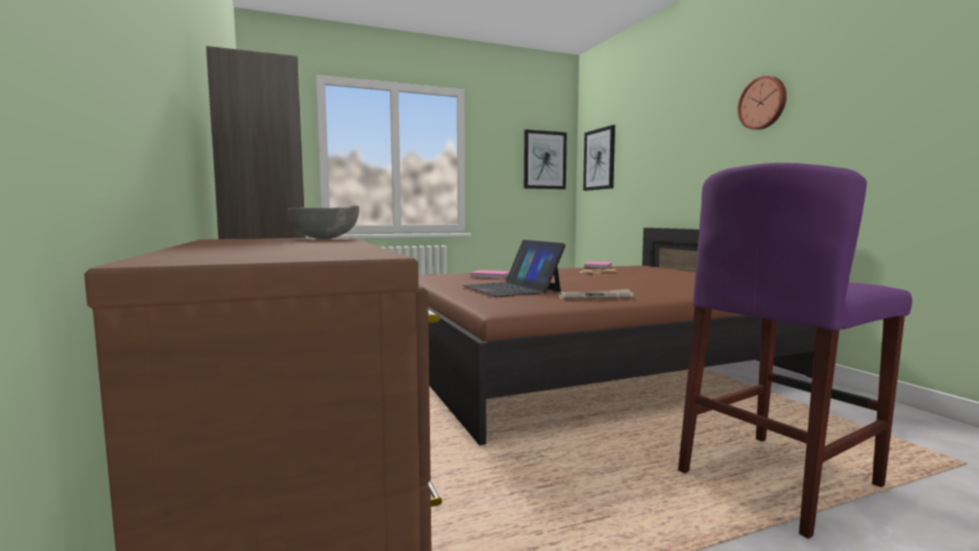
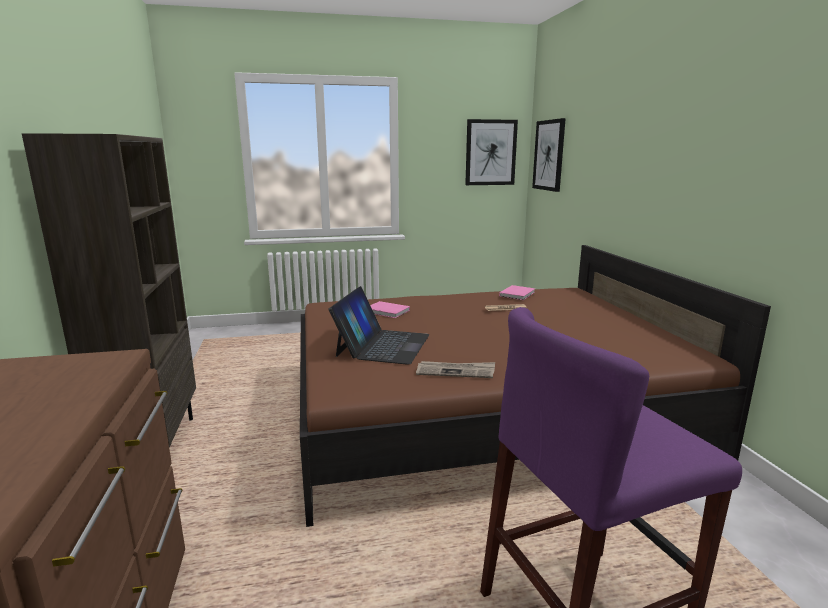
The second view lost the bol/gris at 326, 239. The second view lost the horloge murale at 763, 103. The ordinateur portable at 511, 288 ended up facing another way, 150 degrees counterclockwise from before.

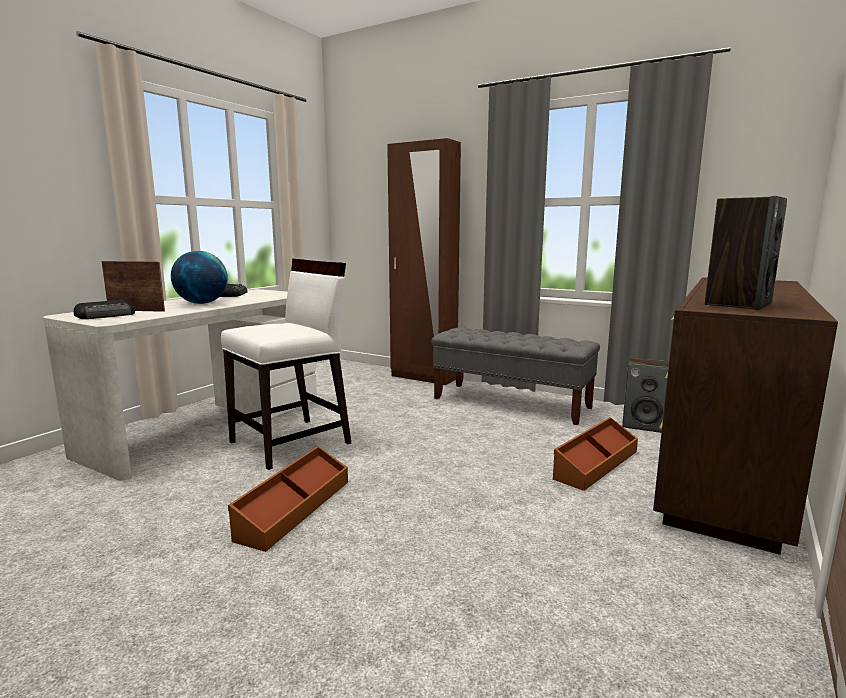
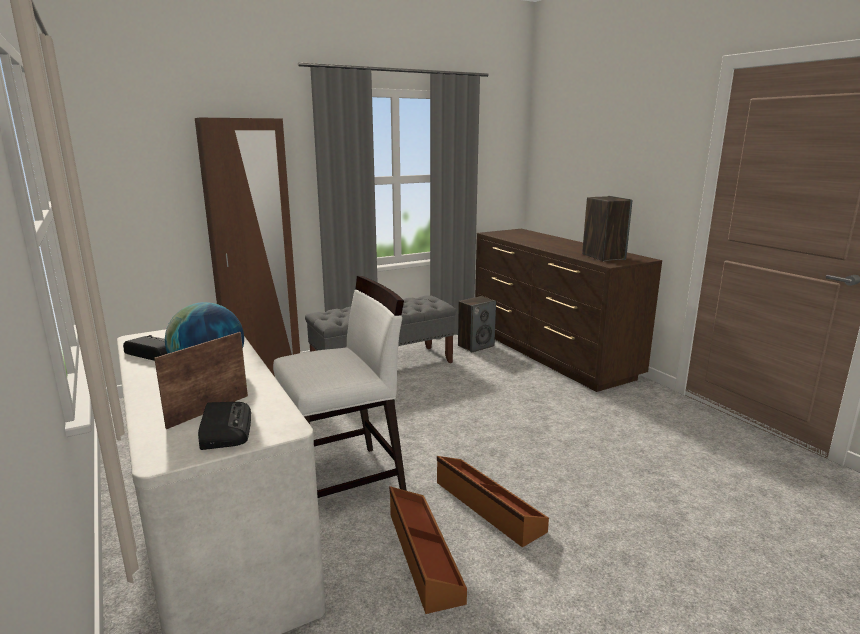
The boîte de rangement/marron ended up elsewhere, having gone from 595, 464 to 422, 555. The chaise/blanc at 292, 442 ended up facing another way, 75 degrees clockwise from before.

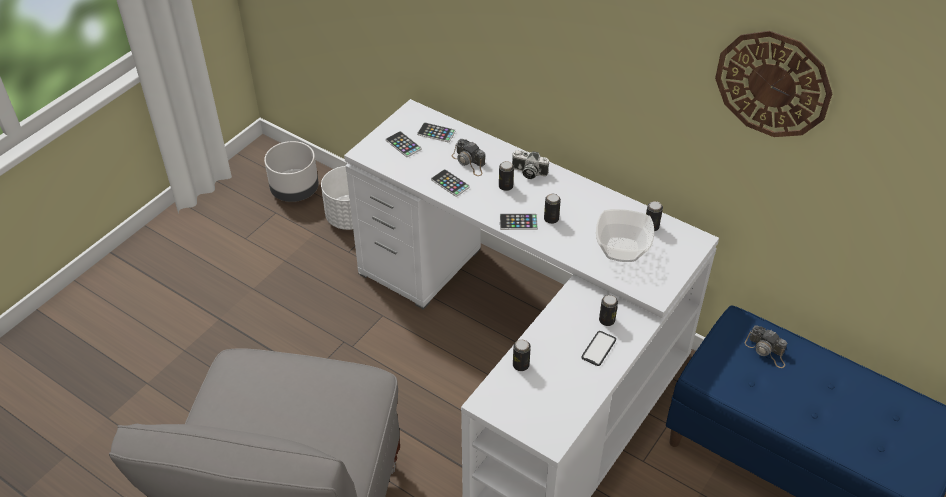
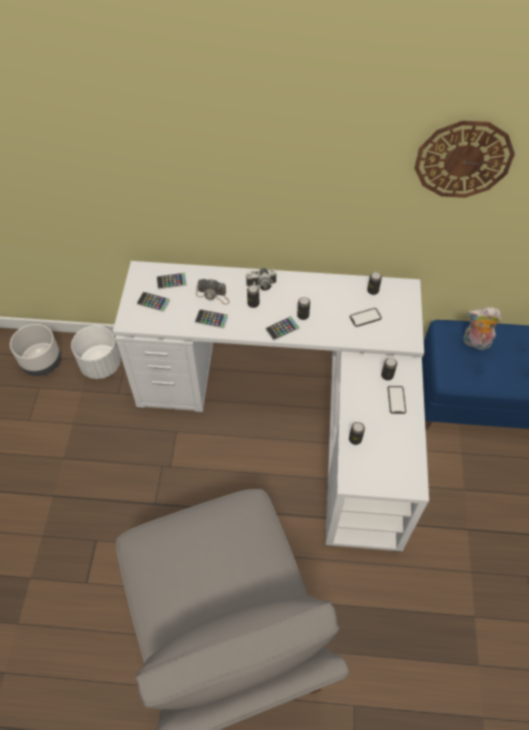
Where the bol stood at 621, 249, the téléphone came to stand at 365, 317. Where the appareil photo stood at 766, 351, the peluche came to stand at 475, 343.

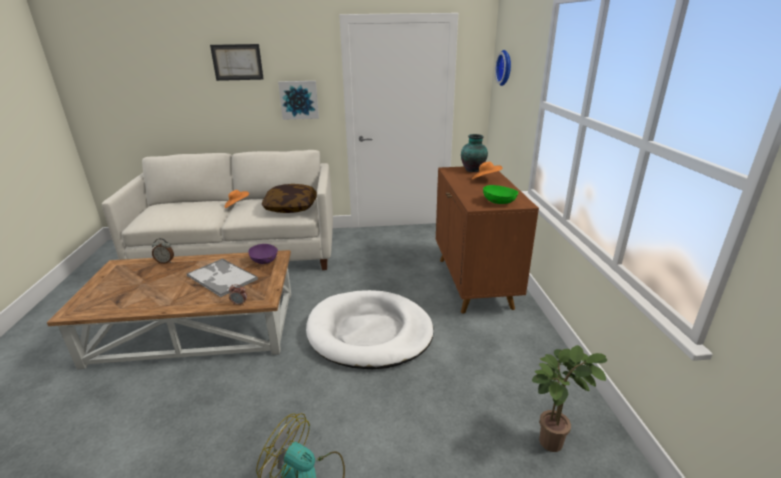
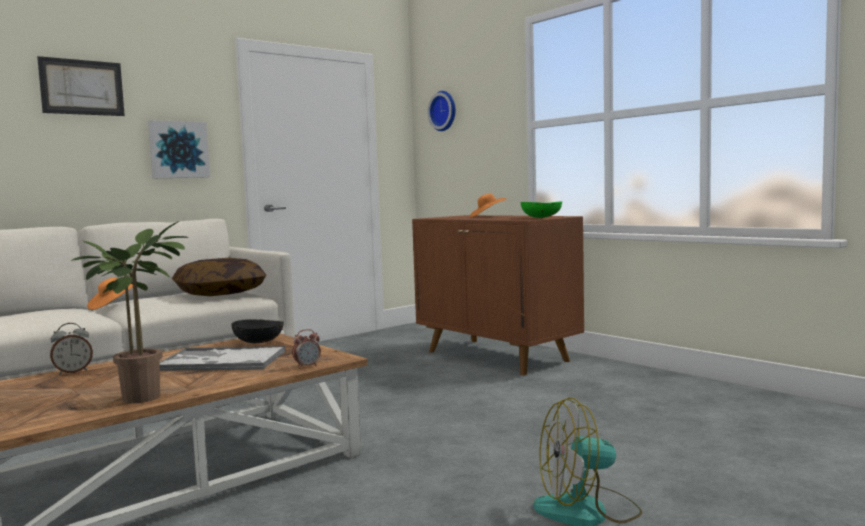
The second view lost the panier pour chien/blanc at 369, 332. The second view lost the vase at 473, 170. The plante en pot ended up elsewhere, having gone from 551, 439 to 143, 396. What was the bol/violet at 265, 261 turned into the bol/noir at 259, 342.

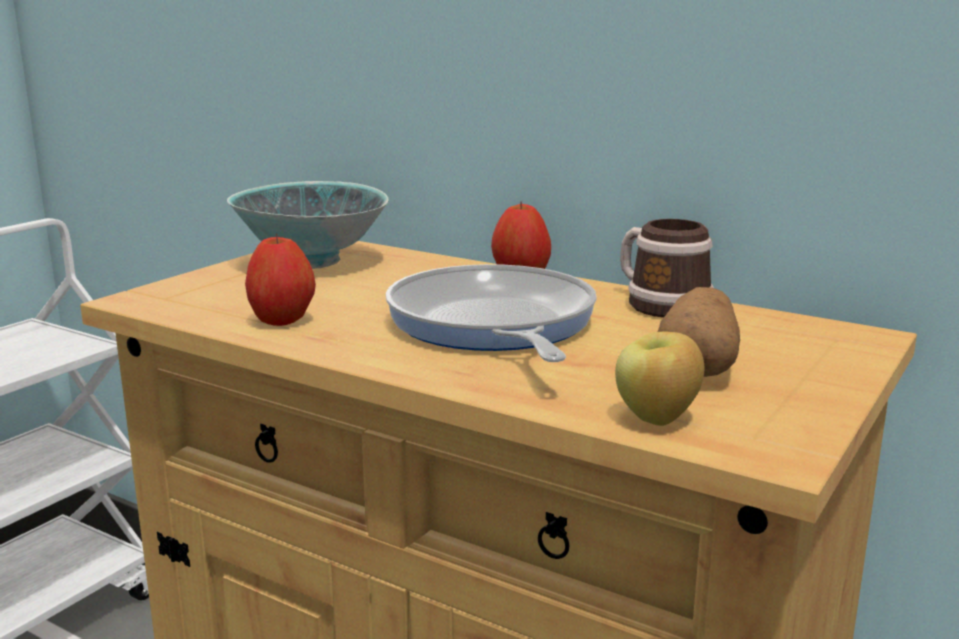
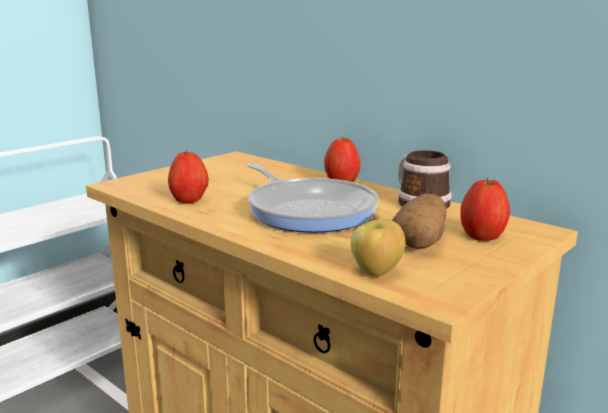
The second view lost the bol at 311, 262. The second view gained the pomme at 482, 236. The poêle at 492, 325 ended up facing another way, 150 degrees clockwise from before.

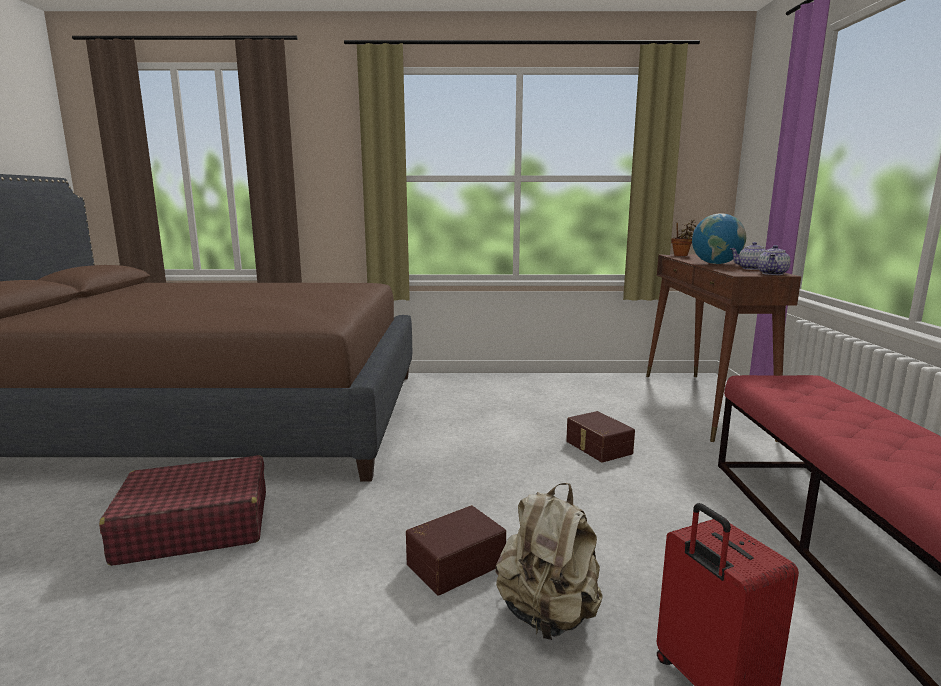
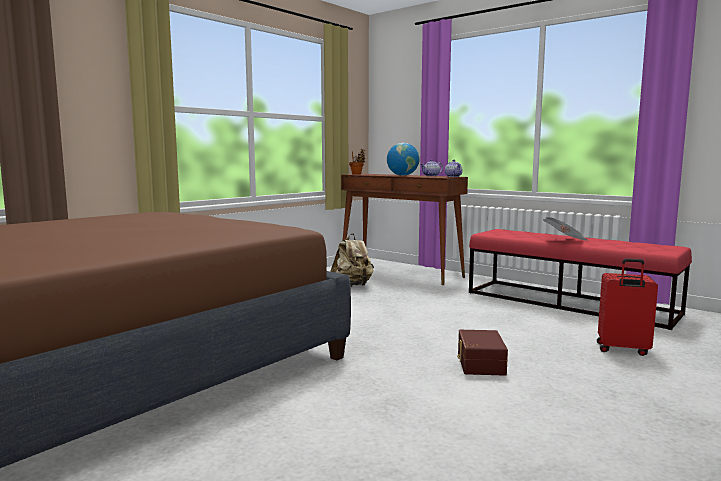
The second view lost the valise/rouge at 194, 526. The second view lost the boîte de rangement/marron at 597, 447. The second view gained the journal at 565, 241. The sac à dos/beige ended up elsewhere, having gone from 548, 615 to 352, 286.

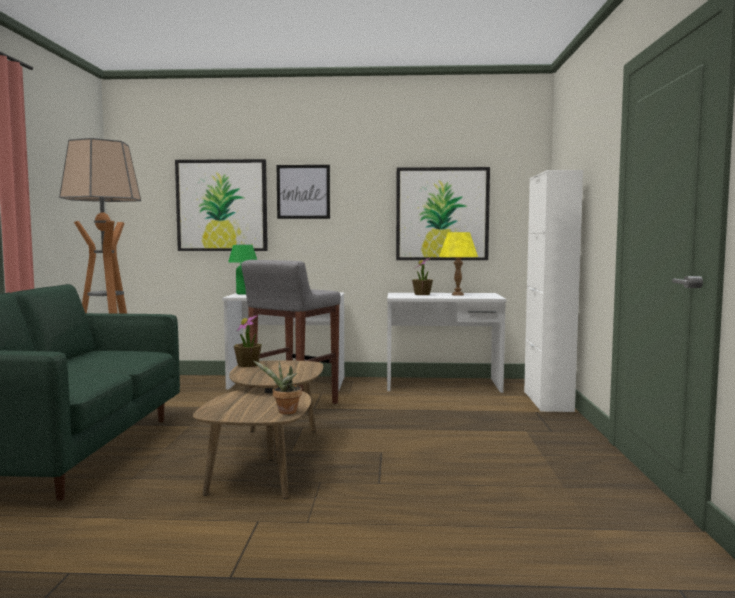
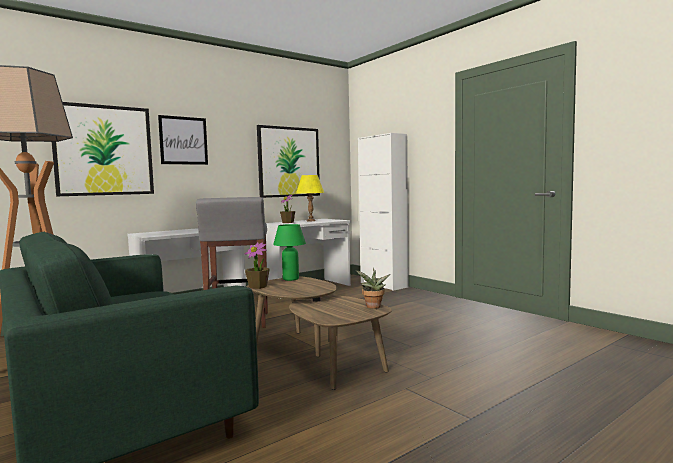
The lampe de table/vert ended up elsewhere, having gone from 243, 293 to 290, 279.

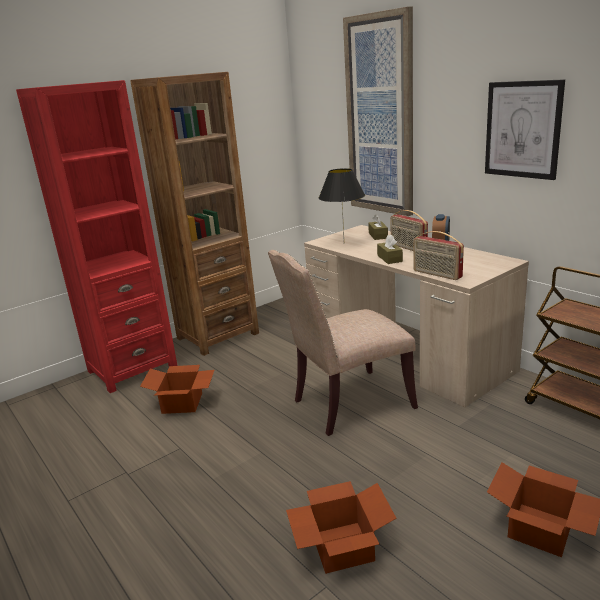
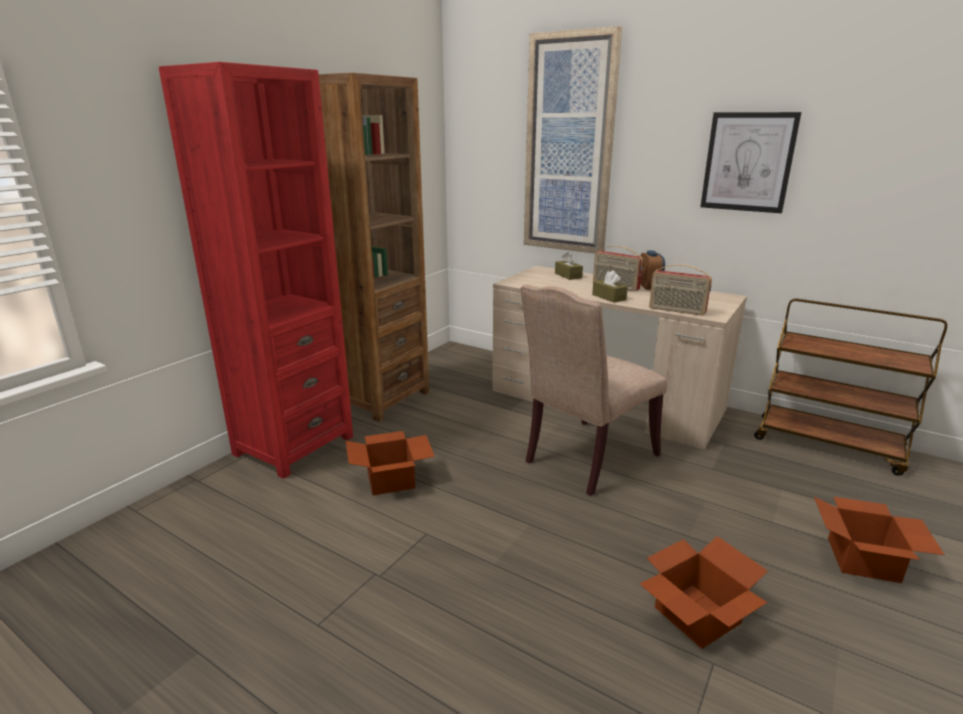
The second view lost the lampe de table/noir at 344, 243.

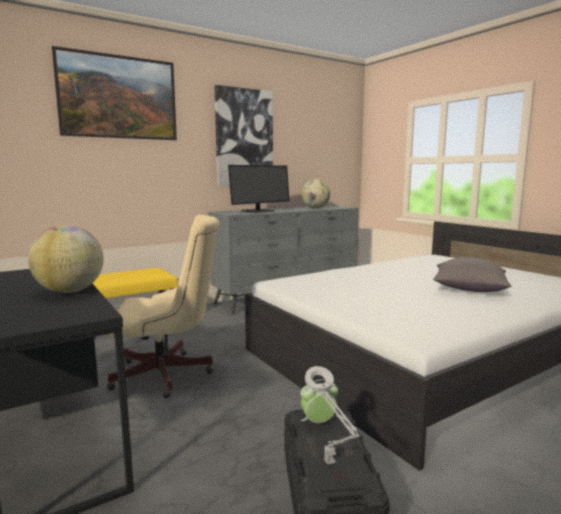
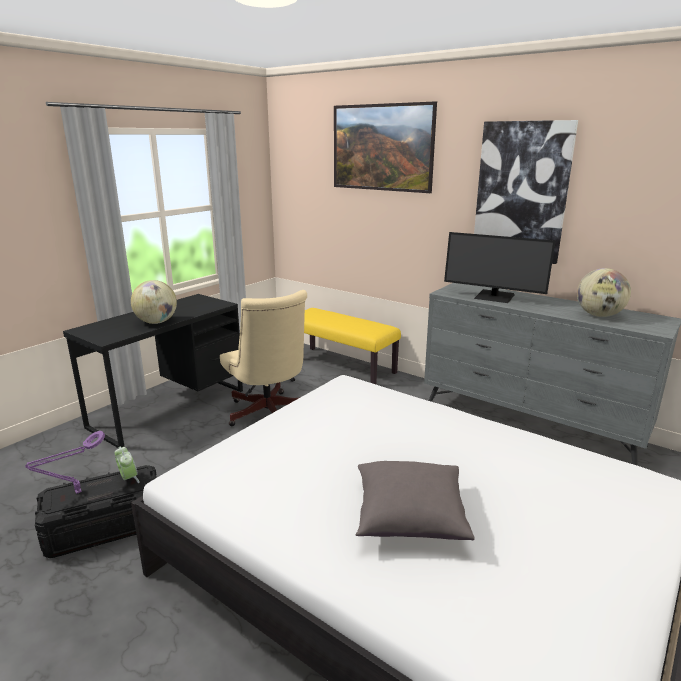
What was the lampe de table/gris at 331, 464 turned into the lampe de table/violet at 75, 493.

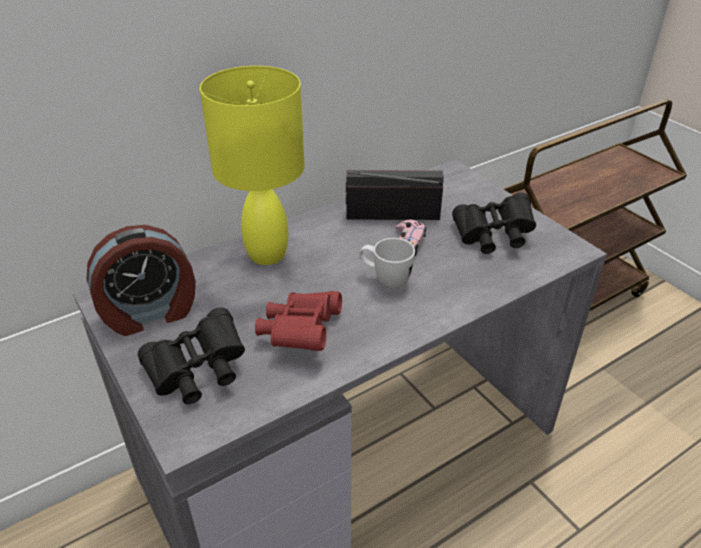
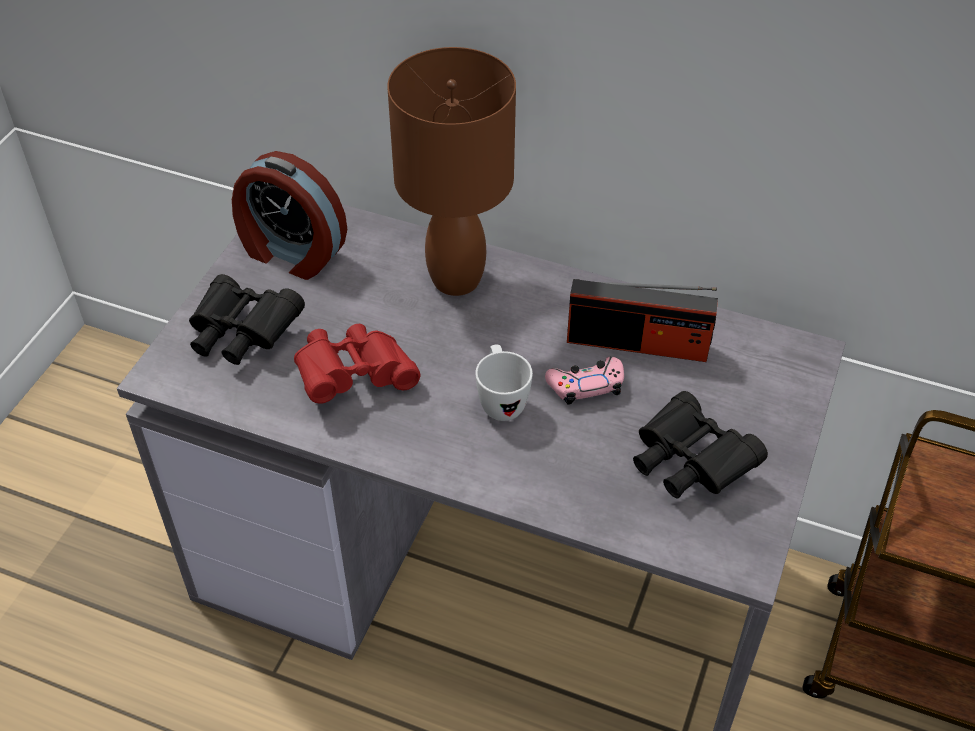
What was the lampe de table/jaune at 267, 255 turned into the lampe de table/marron at 455, 280. The radio at 392, 214 ended up facing another way, 135 degrees clockwise from before.

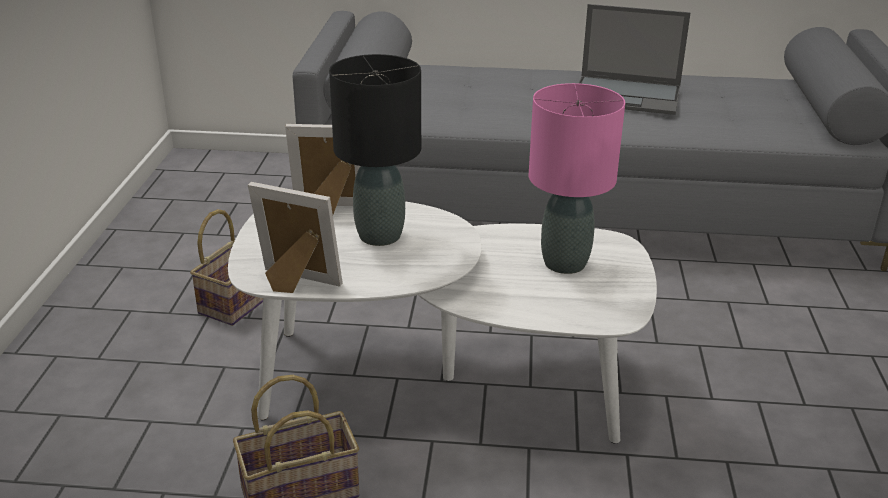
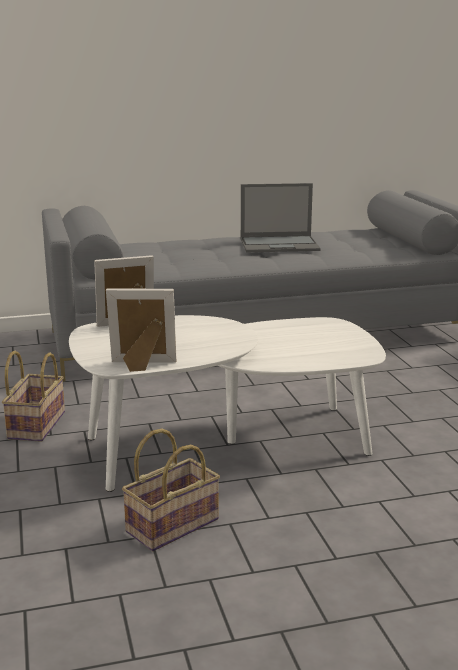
The second view lost the lampe de table/noir at 379, 236. The second view lost the lampe de table/rose at 565, 263.

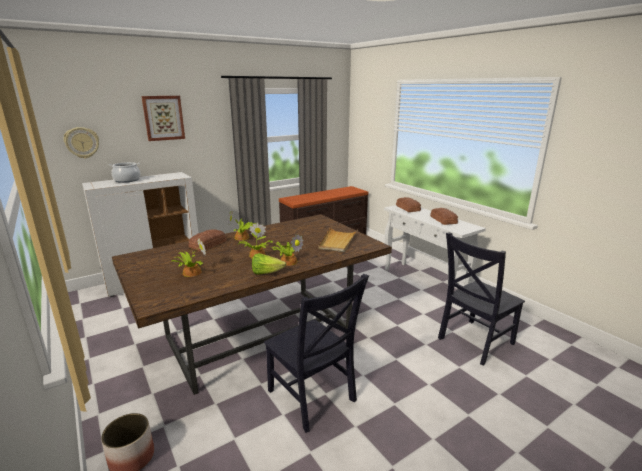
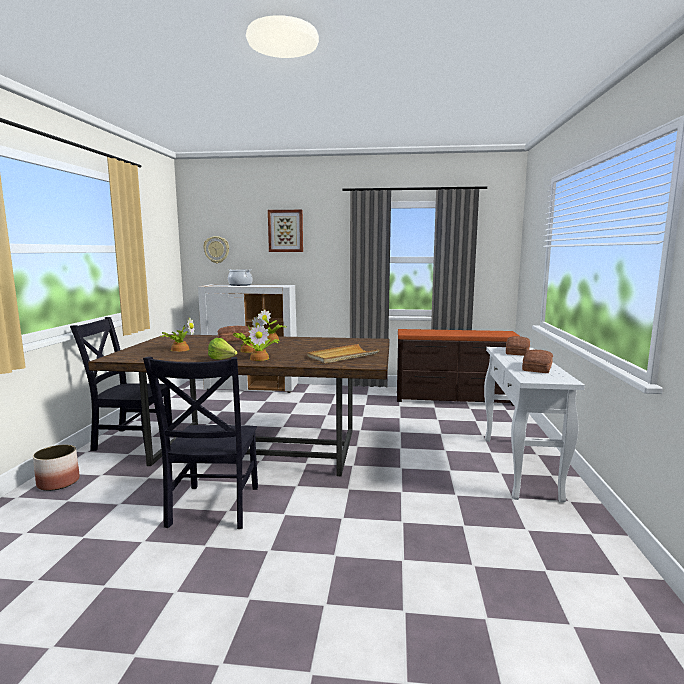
The chaise/noir ended up elsewhere, having gone from 473, 342 to 130, 440.

